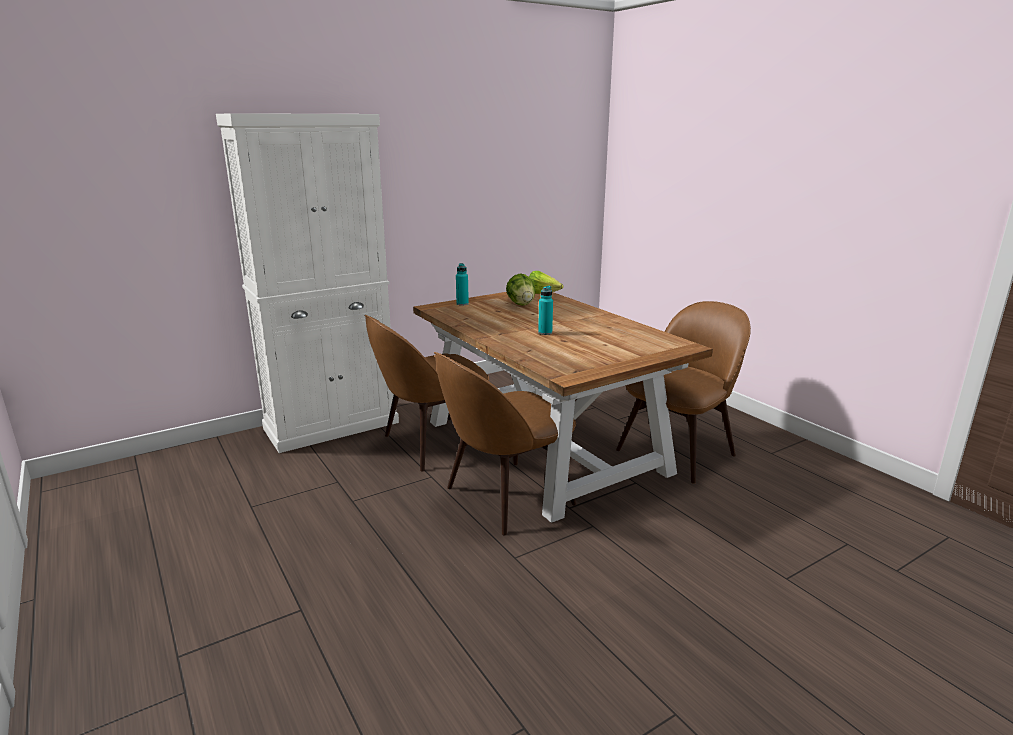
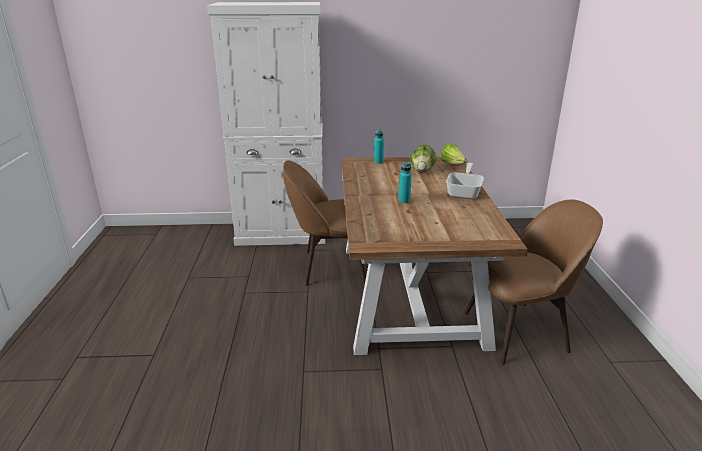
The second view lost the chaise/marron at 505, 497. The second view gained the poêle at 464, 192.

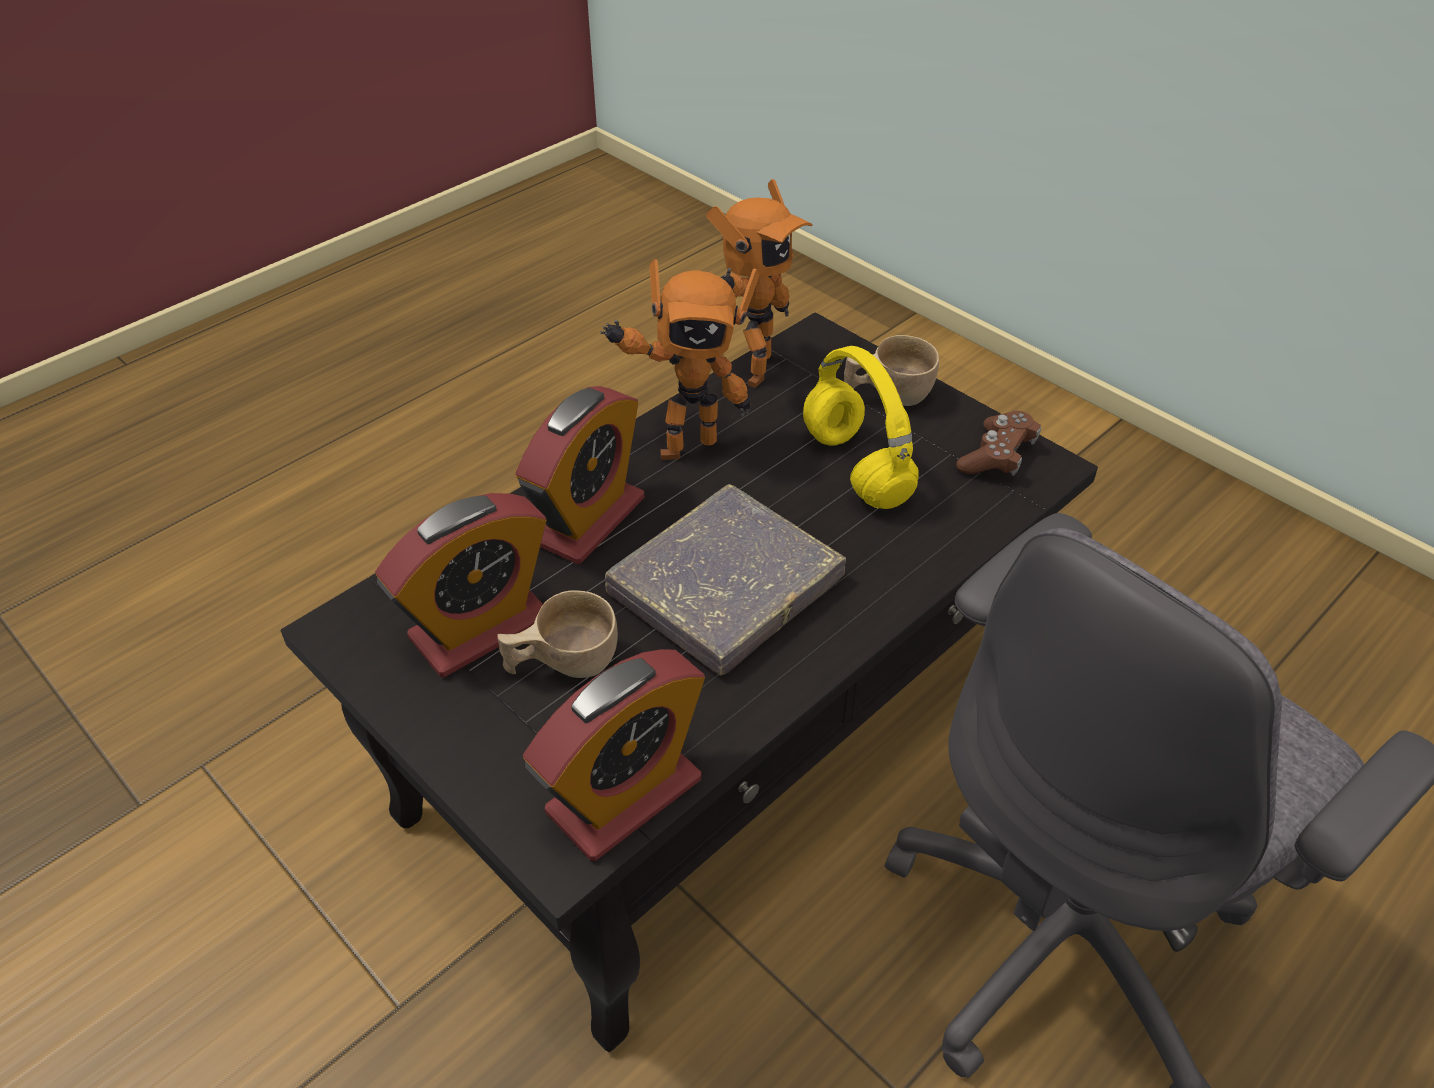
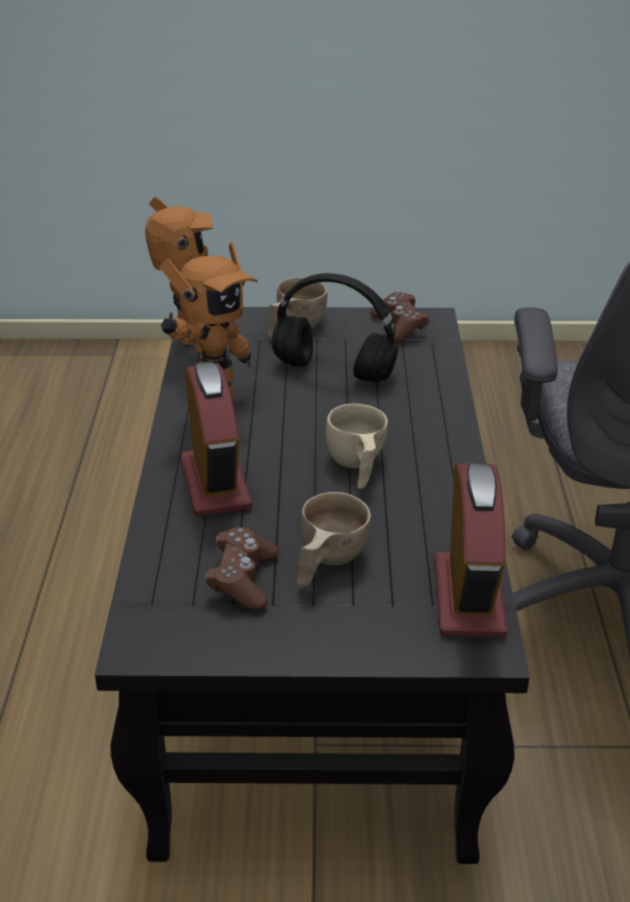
Where the réveil stood at 480, 628, the manette/marron came to stand at 242, 579. Where the livre/gris stood at 725, 586, the tasse/beige came to stand at 356, 467. What was the casque audio/jaune at 853, 467 turned into the casque audio/noir at 331, 371.

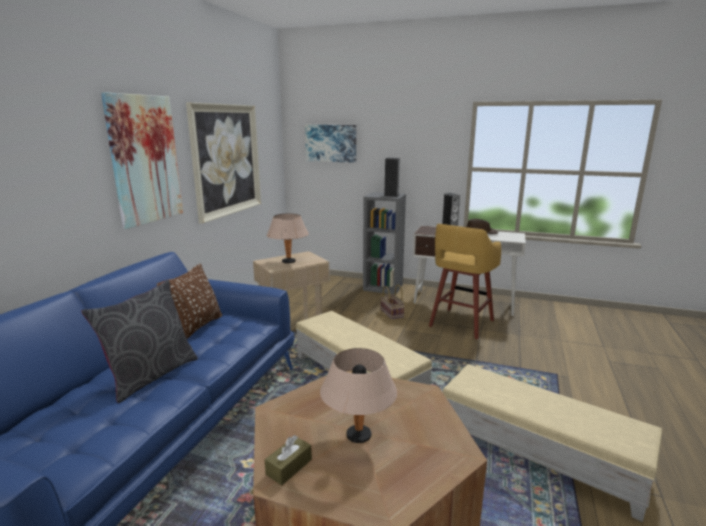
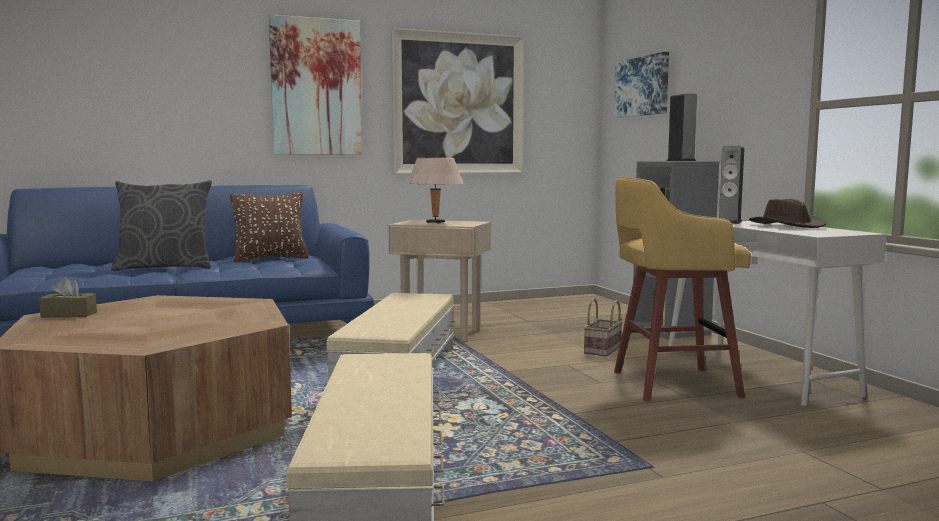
The second view lost the lampe de table/beige at 358, 436.

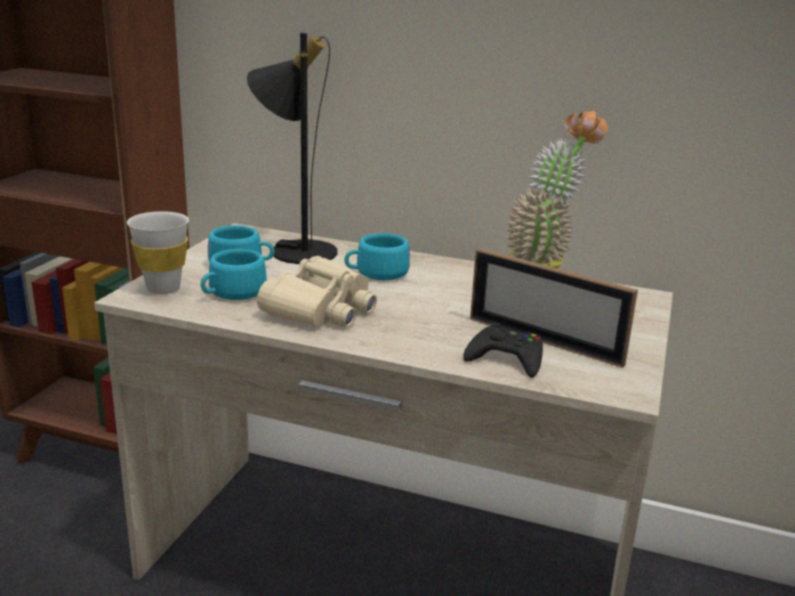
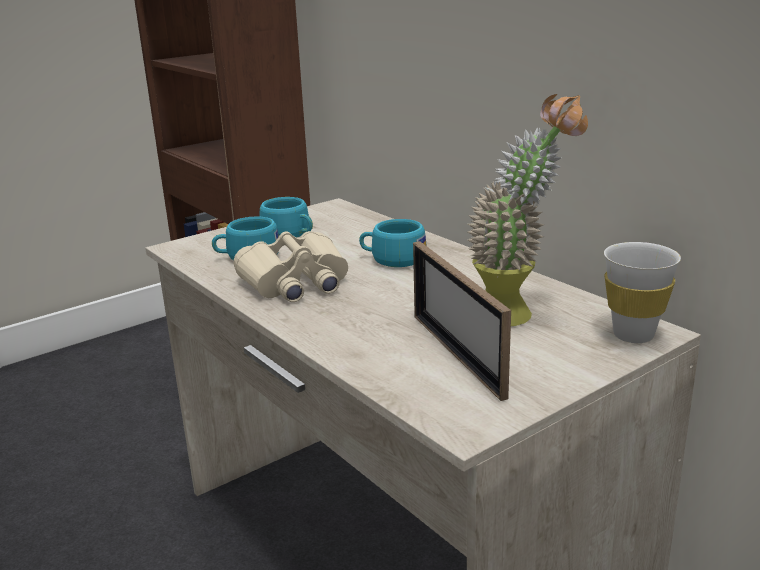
The second view lost the lampe de table/noir at 295, 248. The second view lost the manette/noir at 506, 358. The tasse/blanc ended up elsewhere, having gone from 163, 288 to 633, 335.

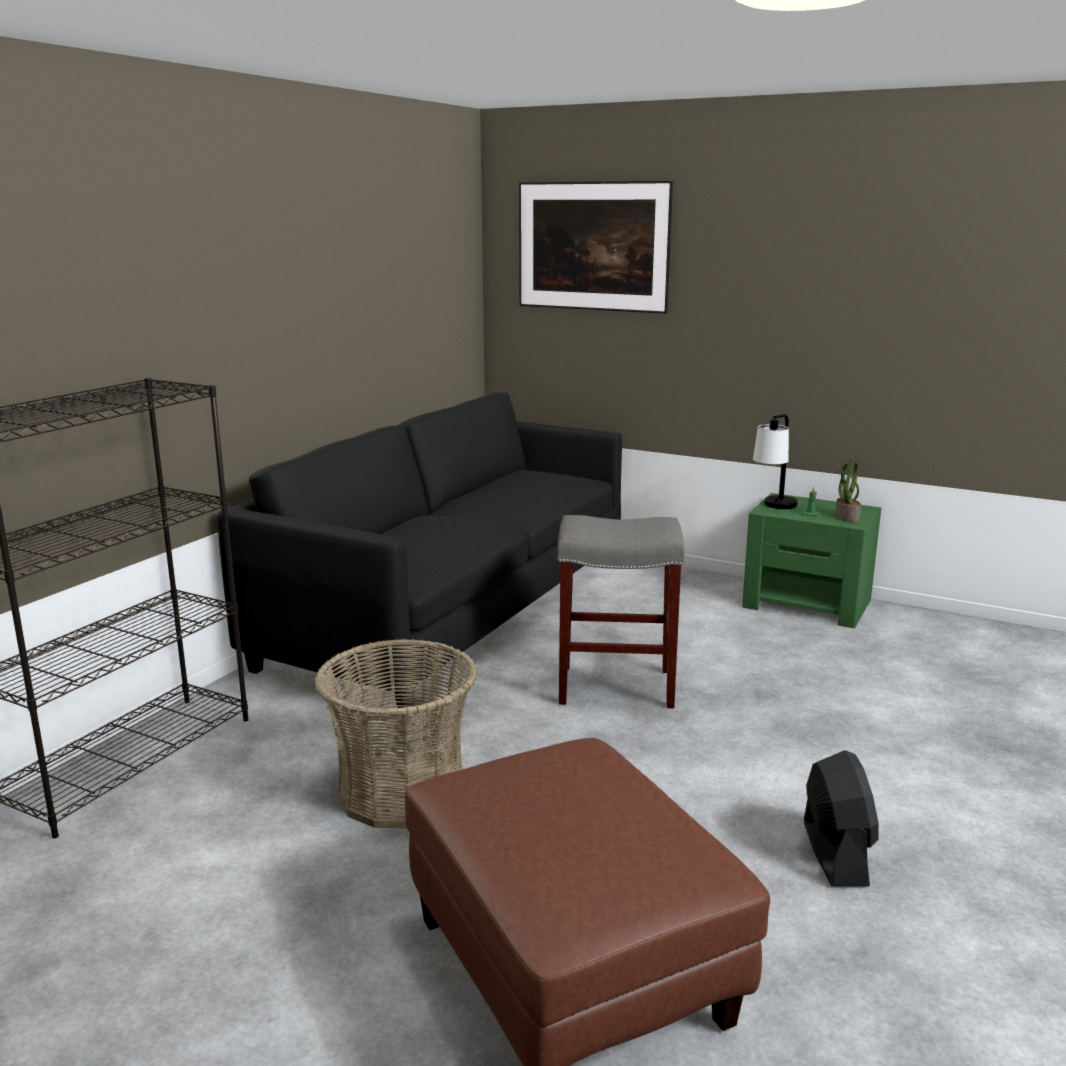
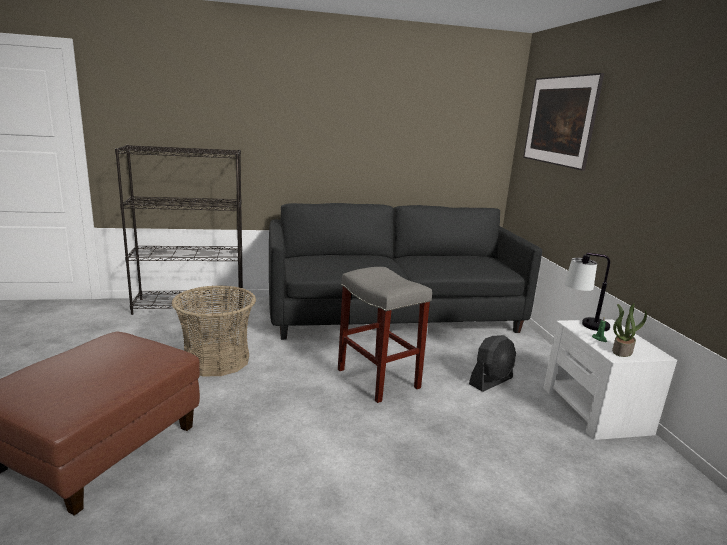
The ventilateur/noir ended up elsewhere, having gone from 834, 853 to 491, 381. What was the table de chevet/vert at 807, 603 turned into the table de chevet/blanc at 595, 410.

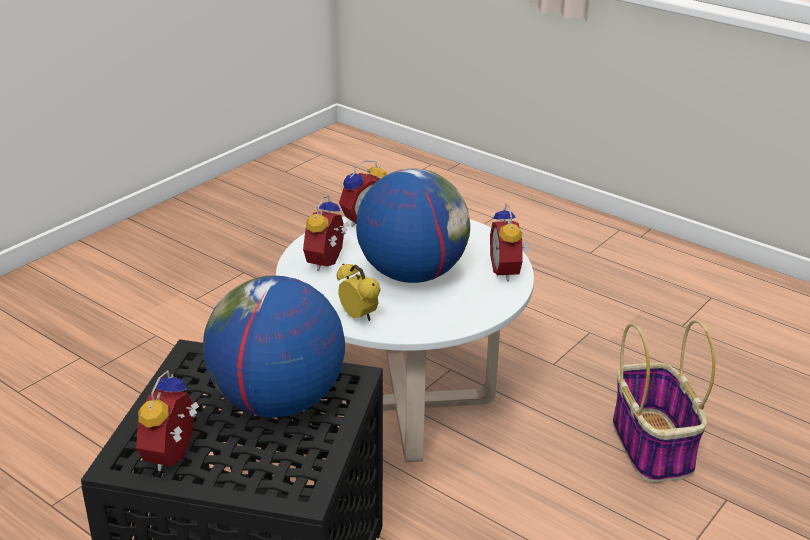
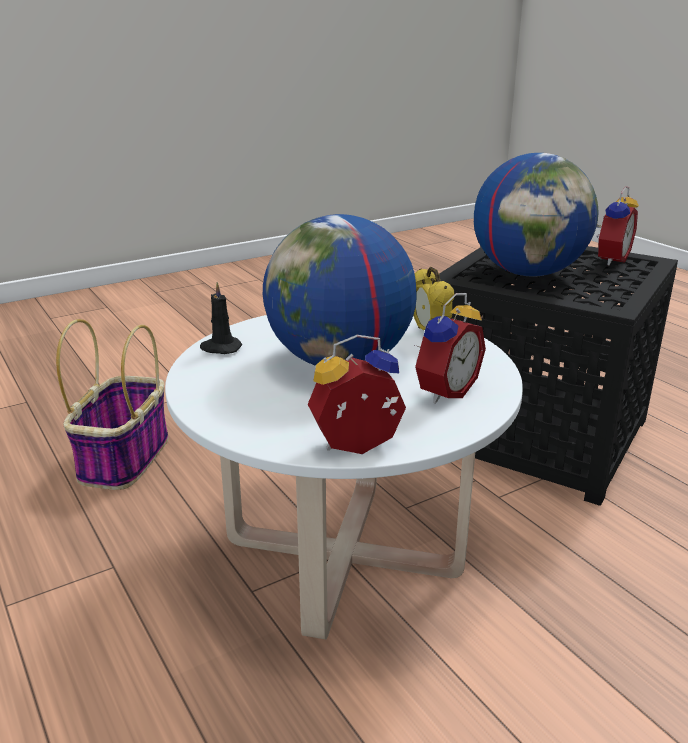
Where the réveil stood at 508, 271, the bougie/noir came to stand at 220, 348.

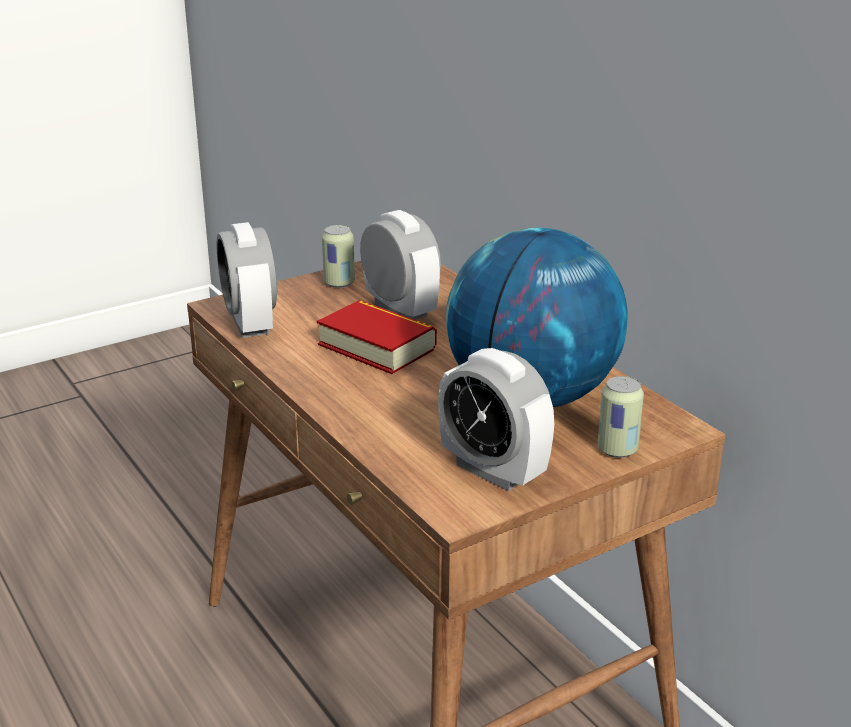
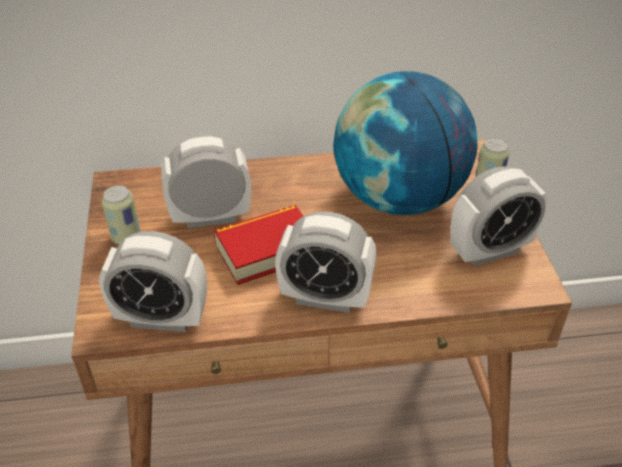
The second view gained the réveil at 325, 298.

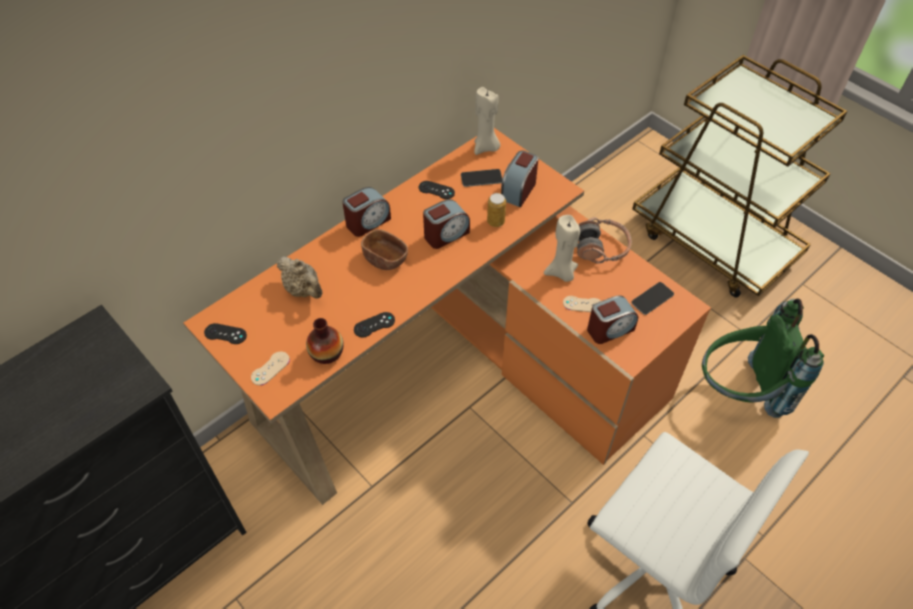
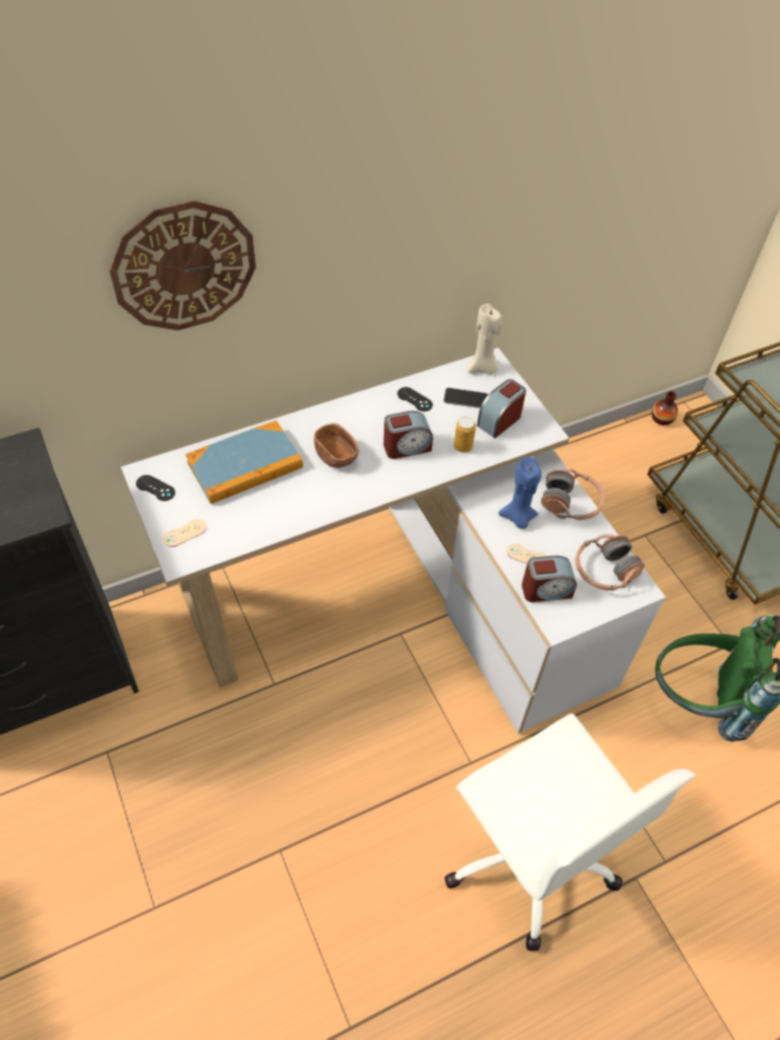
The second view lost the réveil at 368, 222. The second view lost the manette/noir at 374, 325. The second view gained the horloge murale at 184, 267. The vase ended up elsewhere, having gone from 326, 352 to 662, 419. Where the théière/beige stood at 303, 290, the livre came to stand at 245, 465. Where the téléphone stood at 652, 298, the casque audio came to stand at 605, 570. What was the bureau/orange at 457, 373 turned into the bureau/blanc at 400, 595. What was the bougie/beige at 561, 273 turned into the bougie/bleu at 518, 518.

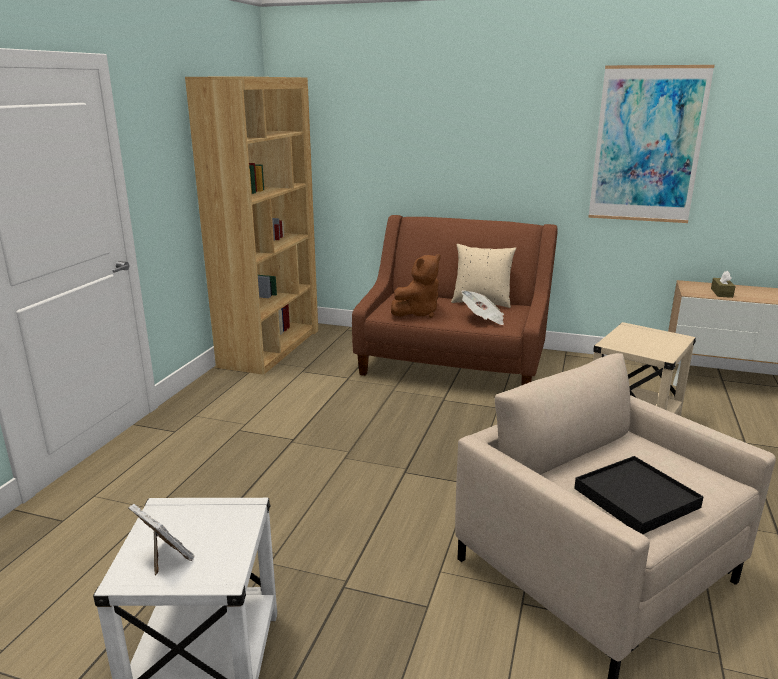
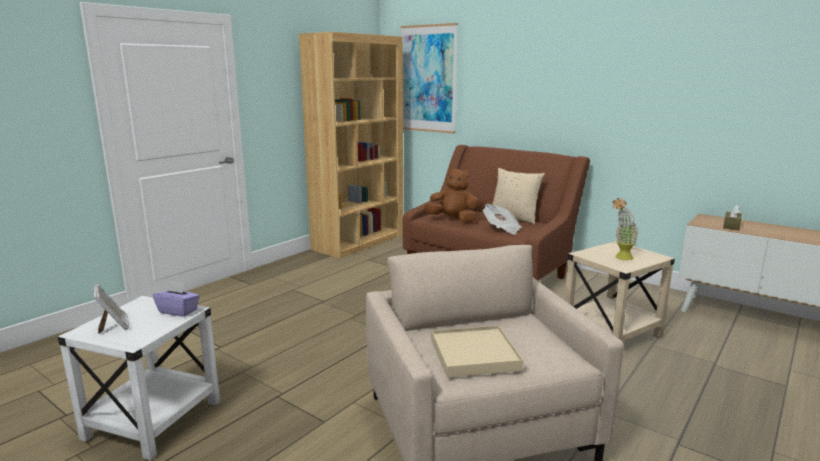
The second view gained the boîte à mouchoirs/violet at 178, 311. The second view gained the plante en pot at 620, 258. The tableau ended up elsewhere, having gone from 647, 145 to 428, 79. What was the plateau/noir at 635, 498 turned into the plateau/beige at 474, 354. The peluche/marron at 418, 313 ended up facing another way, 135 degrees counterclockwise from before.

